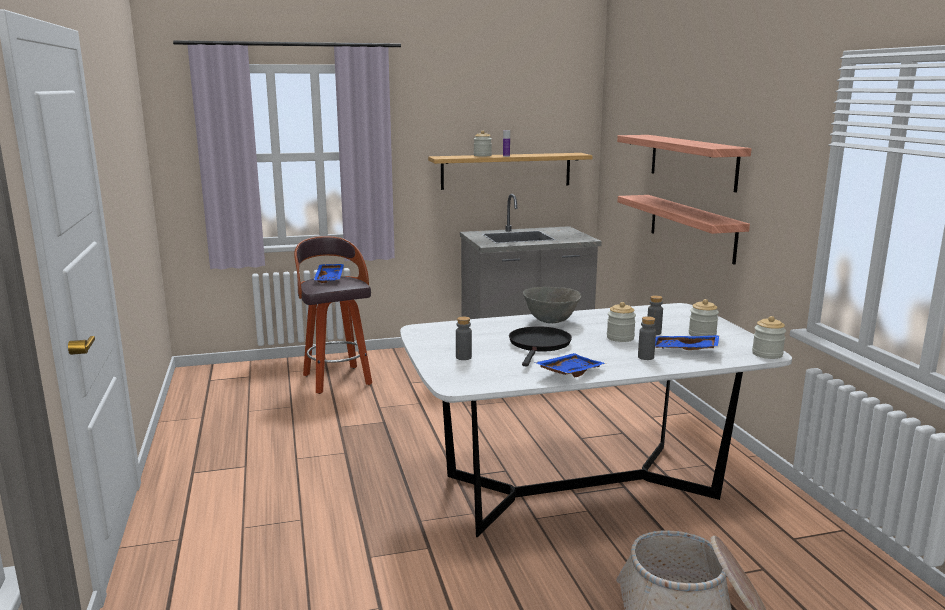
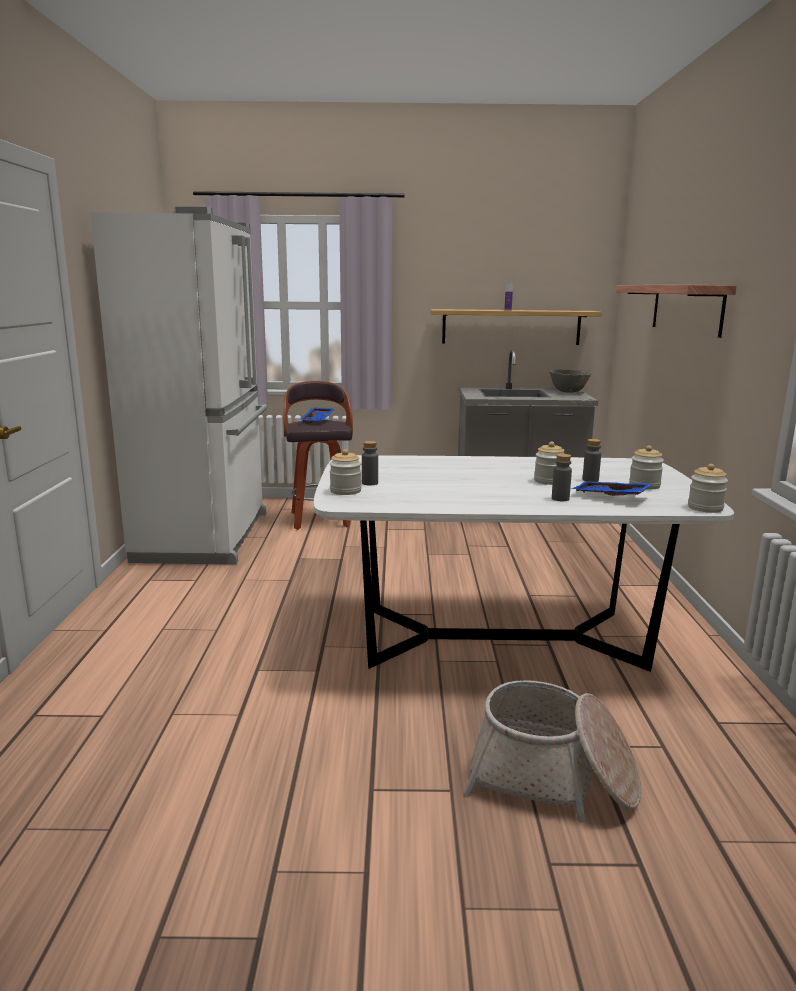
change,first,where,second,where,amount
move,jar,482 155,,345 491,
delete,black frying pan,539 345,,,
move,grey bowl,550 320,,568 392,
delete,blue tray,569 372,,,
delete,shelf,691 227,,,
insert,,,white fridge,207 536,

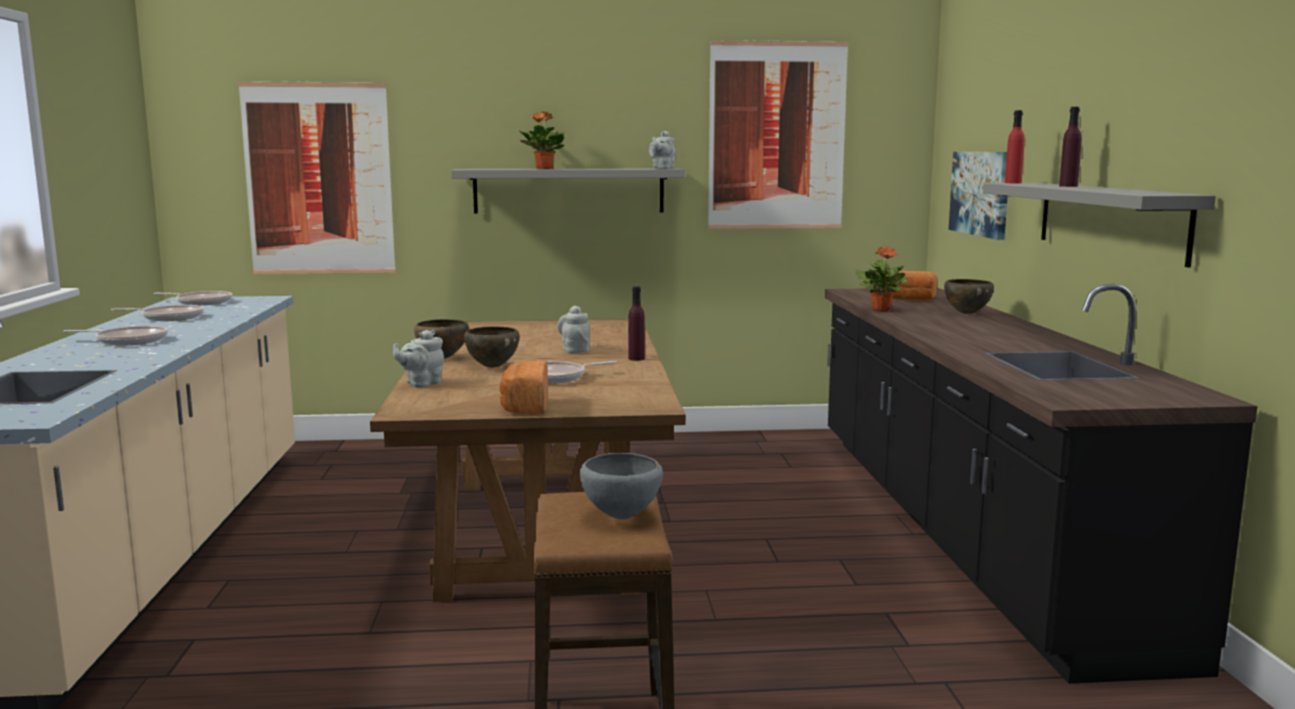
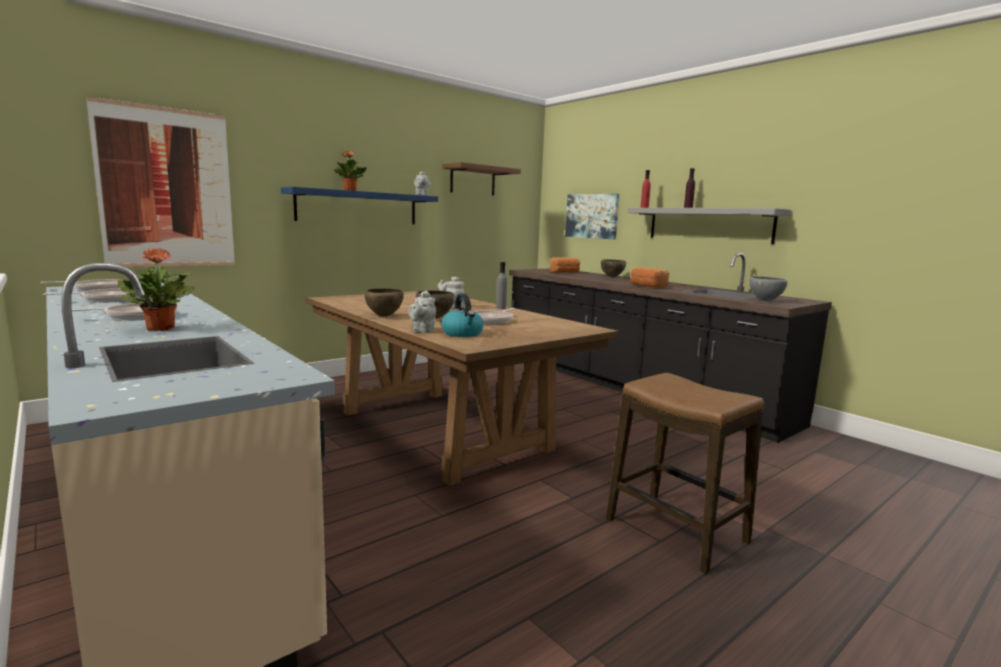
change,first,where,second,where,amount
recolor,grey shelf,569 190,blue shelf,358 207,
move,bread,524 406,,647 286,
move,grey bowl,622 517,,766 301,
recolor,purple bottle,636 359,grey bottle,501 308,
replace,picture,776 136,brown shelf,472 180,
move,potted plant,881 310,,161 328,
insert,,,kettle,462 334,

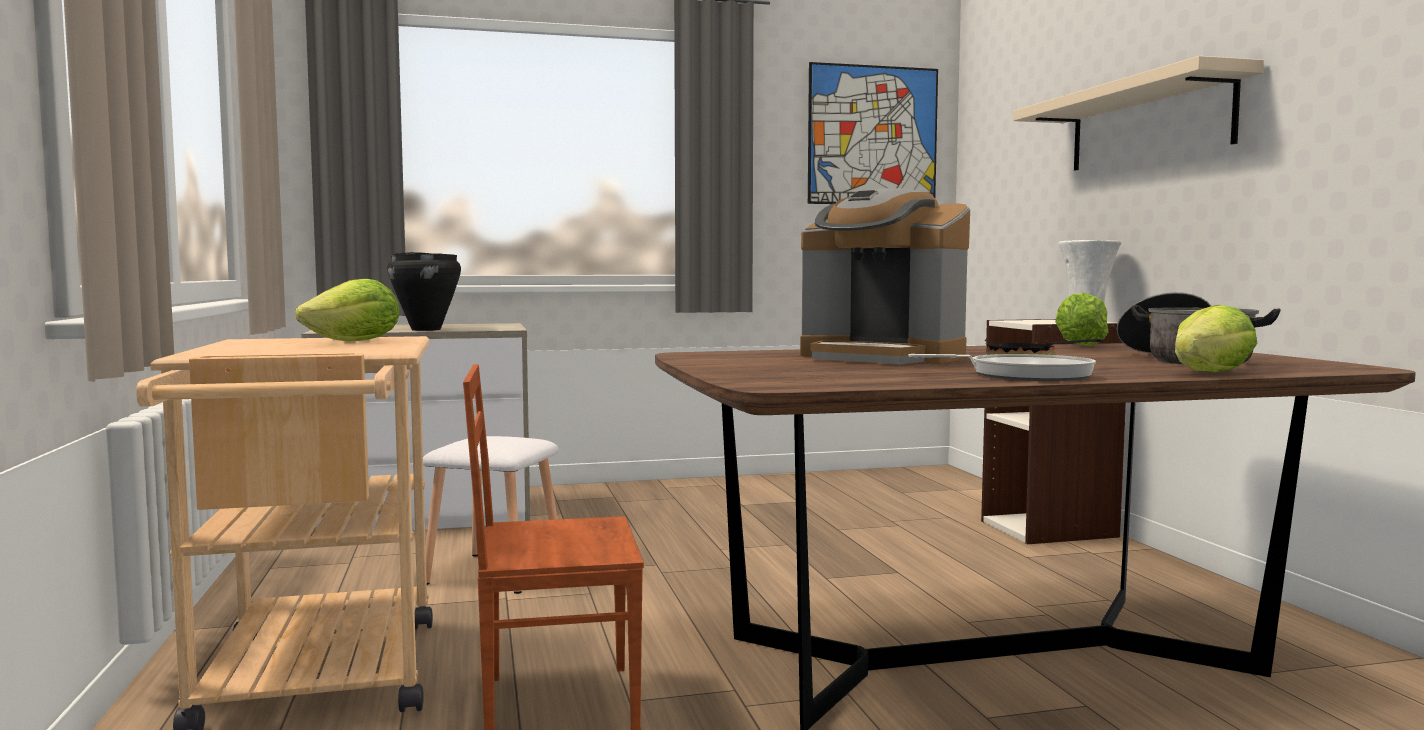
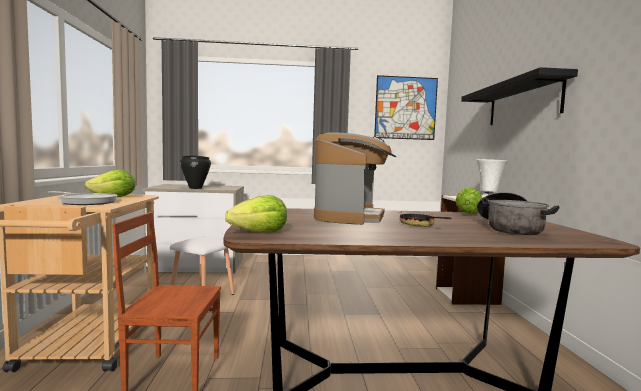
change,first,where,second,where,amount
rotate,coffee machine,882 357,,350 217,120 degrees counterclockwise
move,frying pan,1022 375,,86 202,
recolor,beige shelf,1148 124,black shelf,523 103,
move,lettuce,1210 373,,260 233,

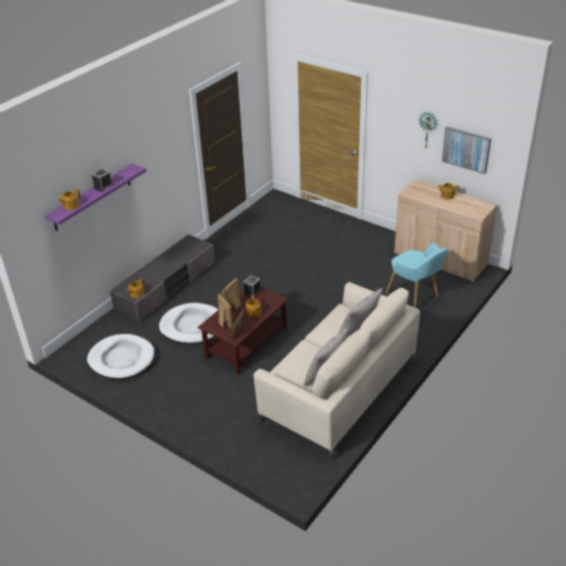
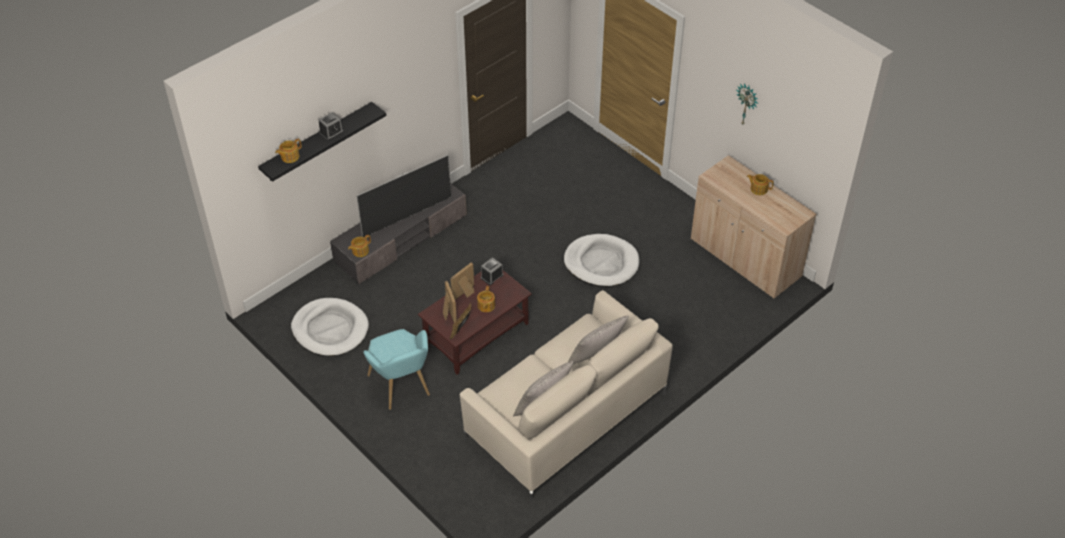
change,first,where,second,where,amount
recolor,purple shelf,92 197,black shelf,317 142,
move,white dog bed,192 326,,601 263,
move,turquoise armchair,415 296,,401 388,
delete,picture,466 149,,,
insert,,,television,406 217,

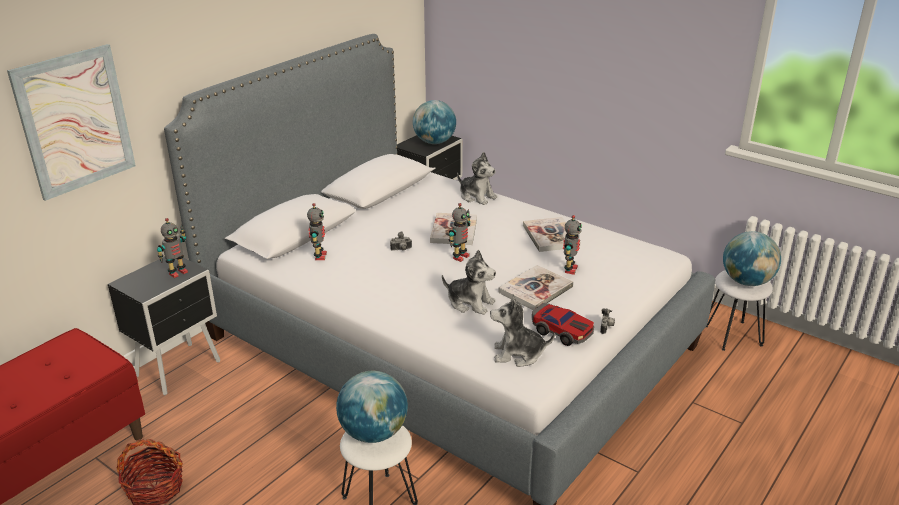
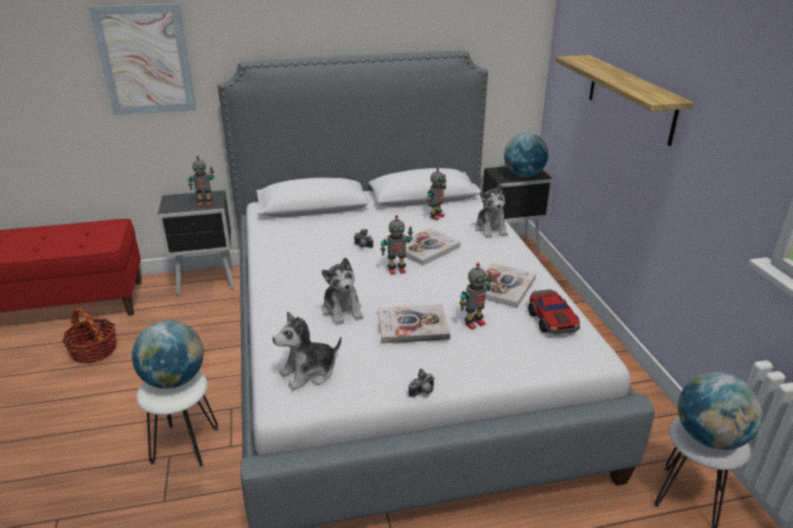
change,first,where,second,where,amount
move,toy robot,319 256,,436 216,
rotate,plush toy,518 354,,309 372,75 degrees counterclockwise
move,toy car,562 331,,552 320,
insert,,,shelf,630 98,

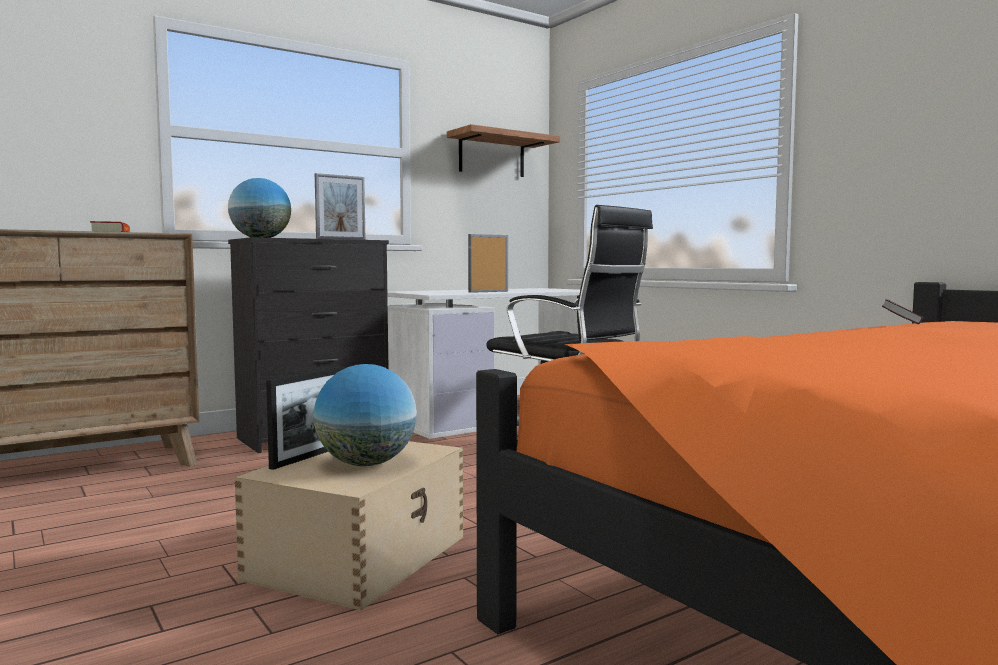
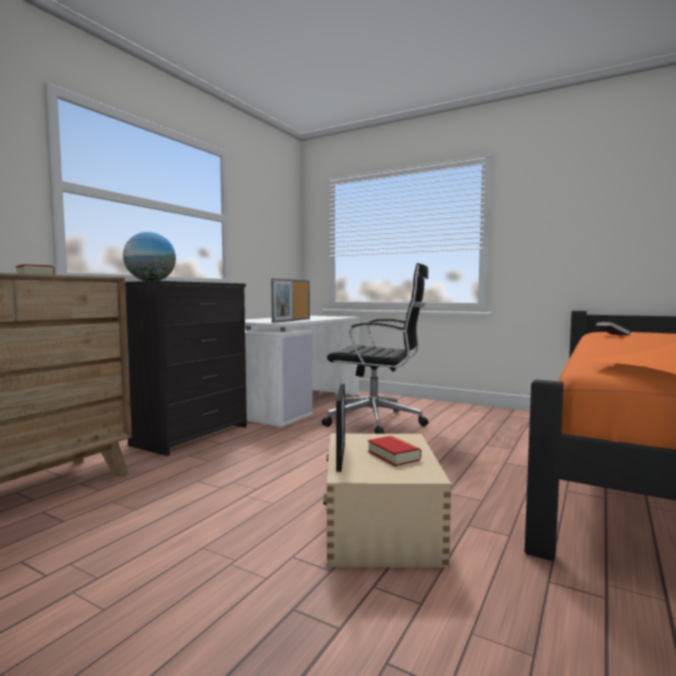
change,first,where,second,where,amount
replace,globe,366 464,book,393 456,
move,picture frame,341 239,,283 321,
delete,shelf,491 155,,,

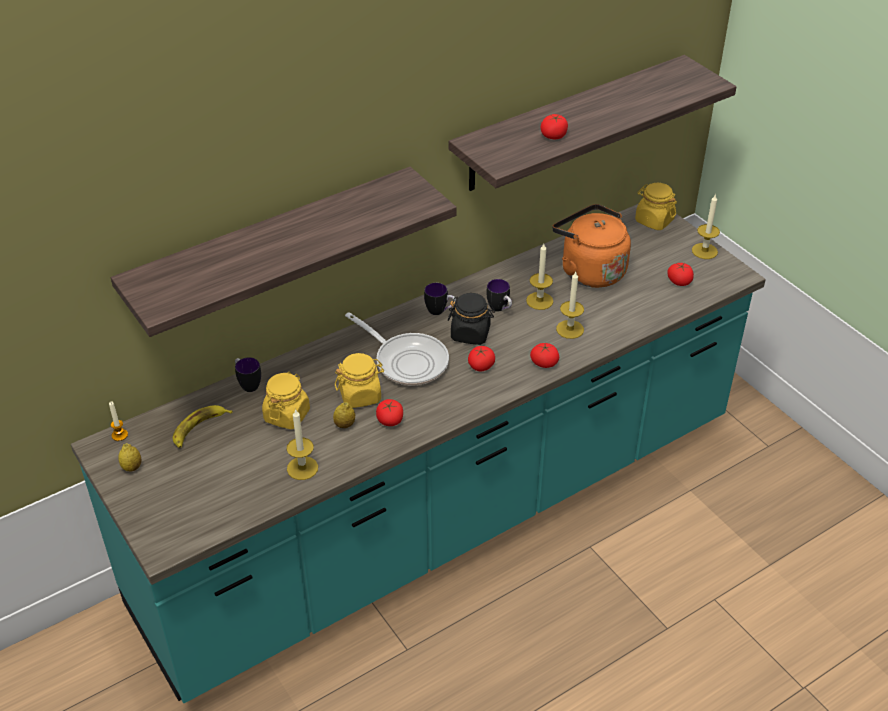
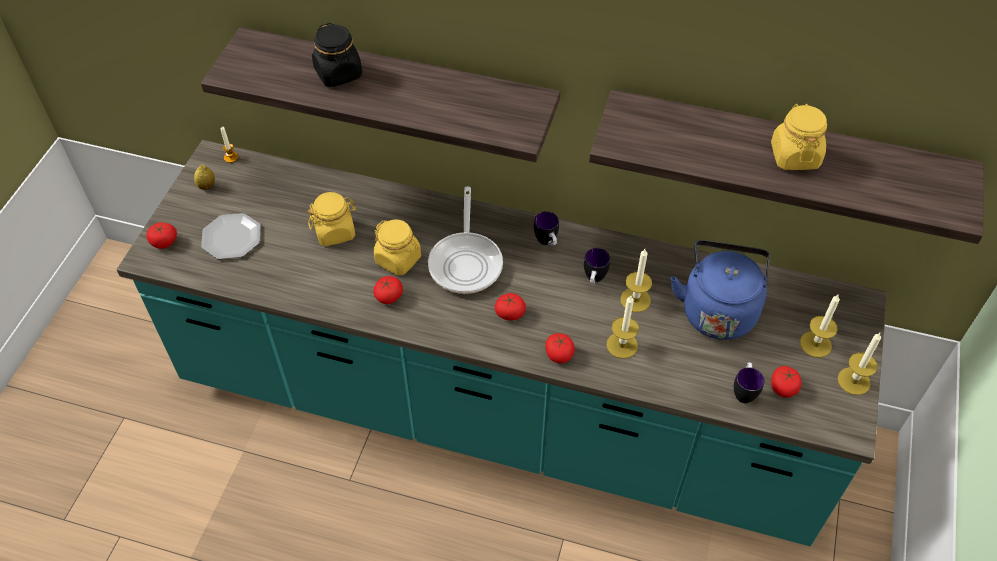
change,first,where,second,where,amount
delete,banana,199 429,,,
move,mug,247 384,,744 391,
move,candle,302 468,,815 344,
delete,lemon,344 425,,,
move,black jar,470 333,,338 73,
move,tomato,553 135,,164 242,
recolor,orange kettle,589 270,blue kettle,718 309,
move,yellow jar,654 220,,794 156,
insert,,,plate,231 237,

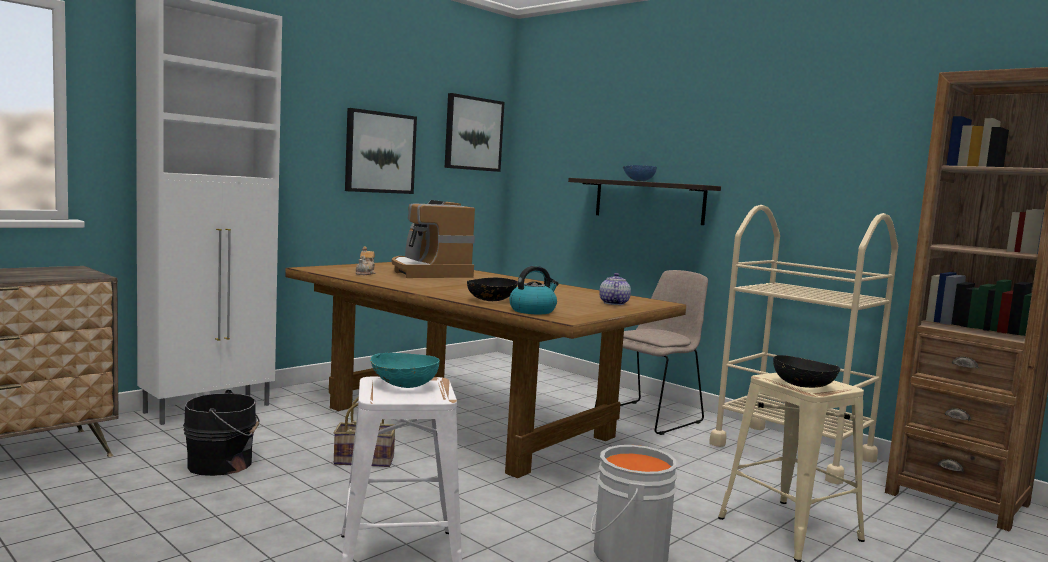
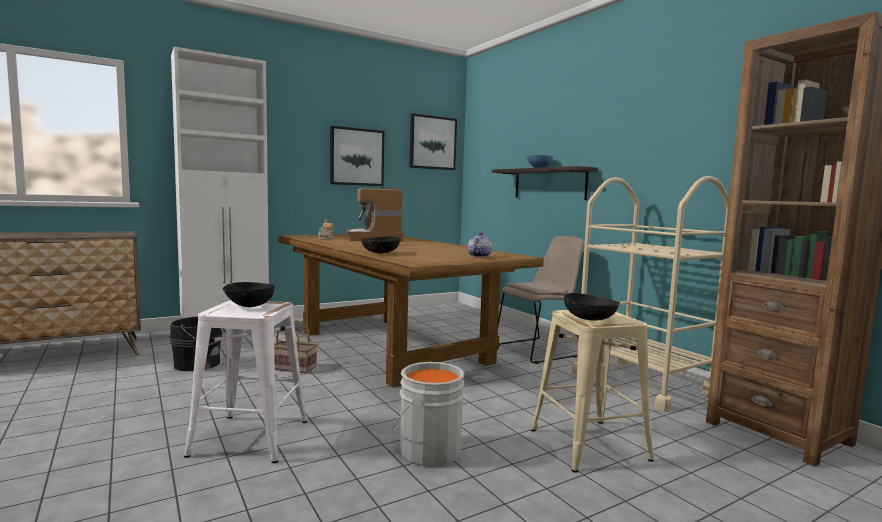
change,first,where,second,where,amount
recolor,turquoise bowl,403 386,black bowl,248 306,
delete,kettle,533 311,,,

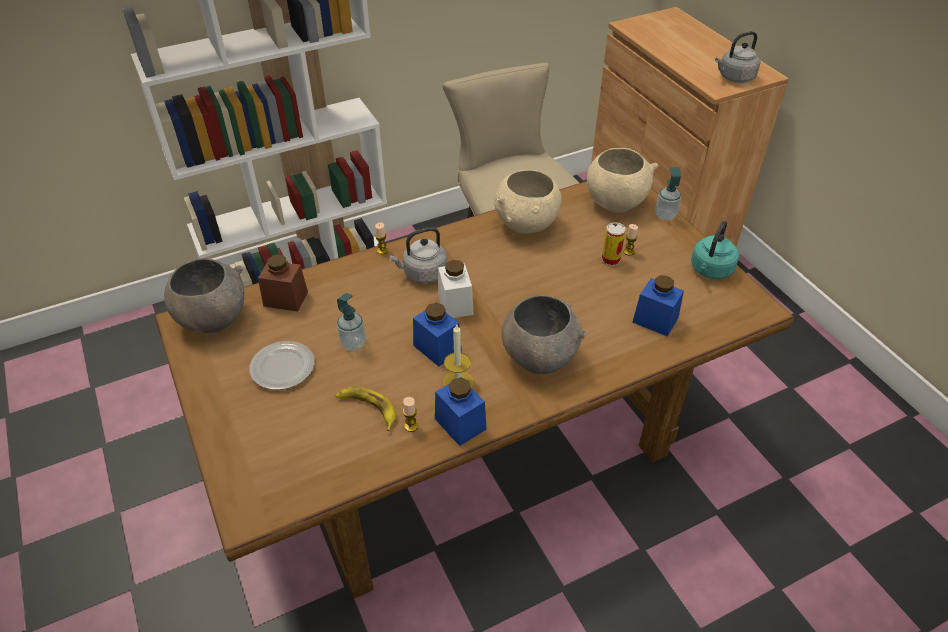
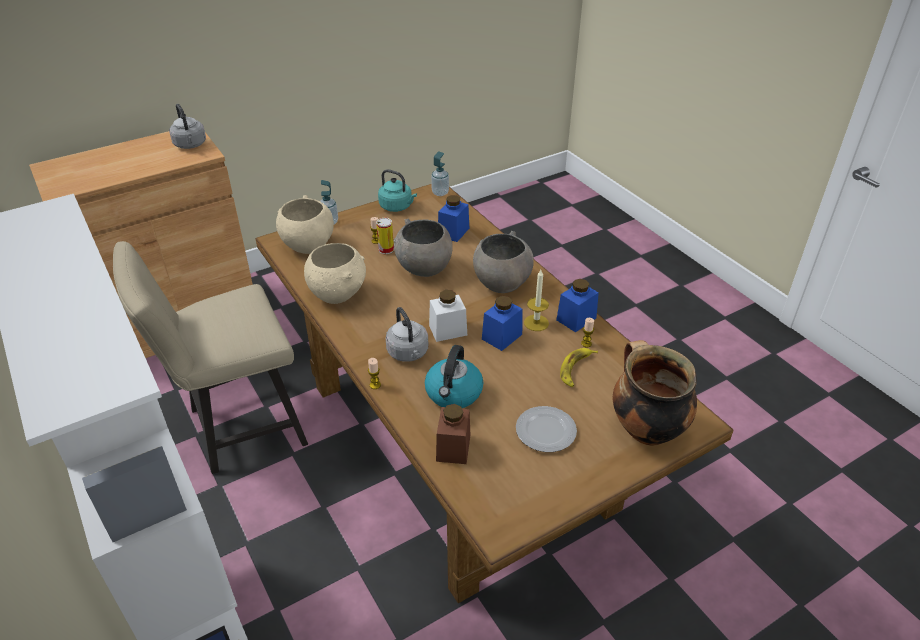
change,first,where,second,where,amount
move,grey bowl,213 319,,424 268,
move,soap dispenser,353 343,,440 193,
insert,,,kettle,454 393,
insert,,,cooking pot,645 429,

